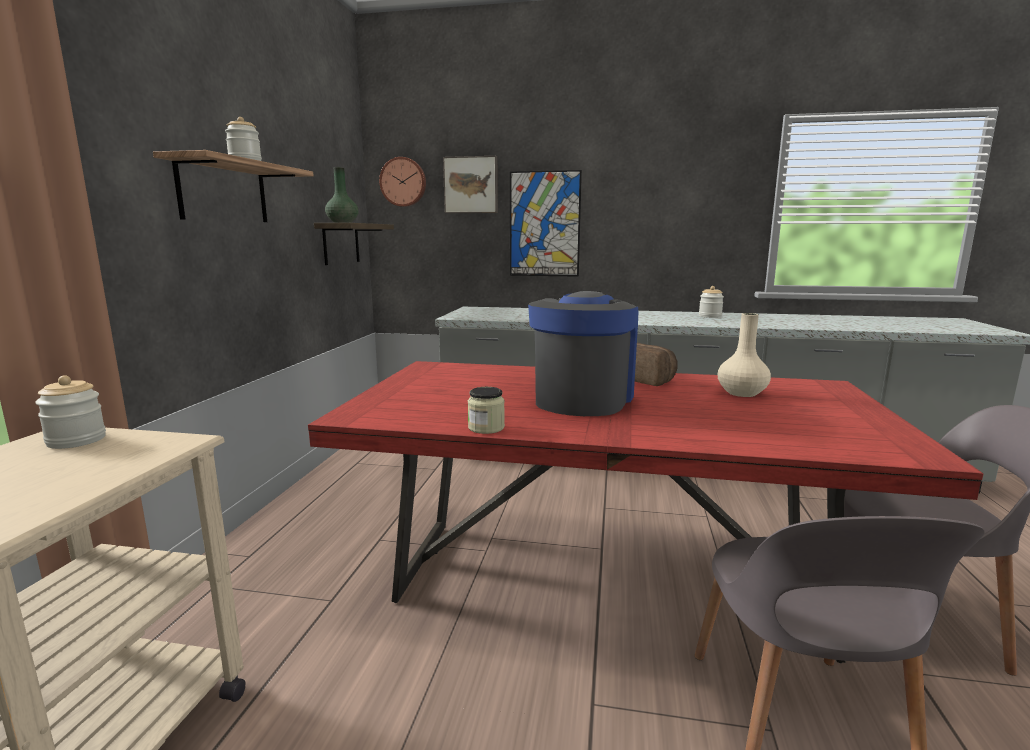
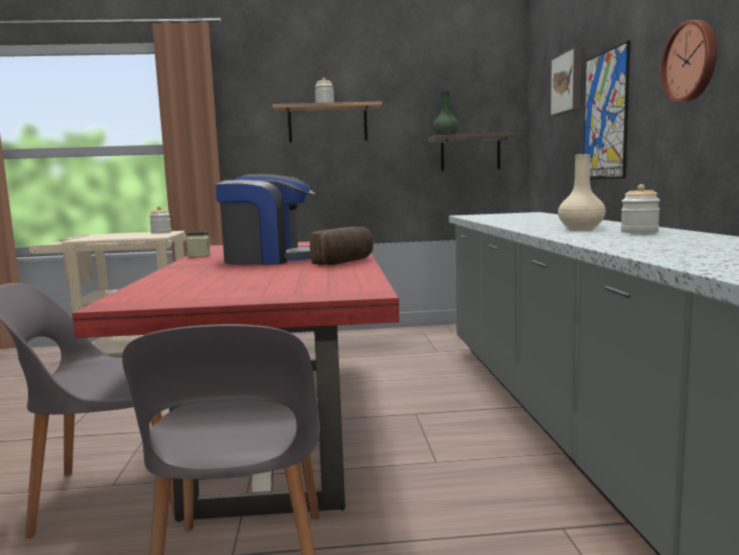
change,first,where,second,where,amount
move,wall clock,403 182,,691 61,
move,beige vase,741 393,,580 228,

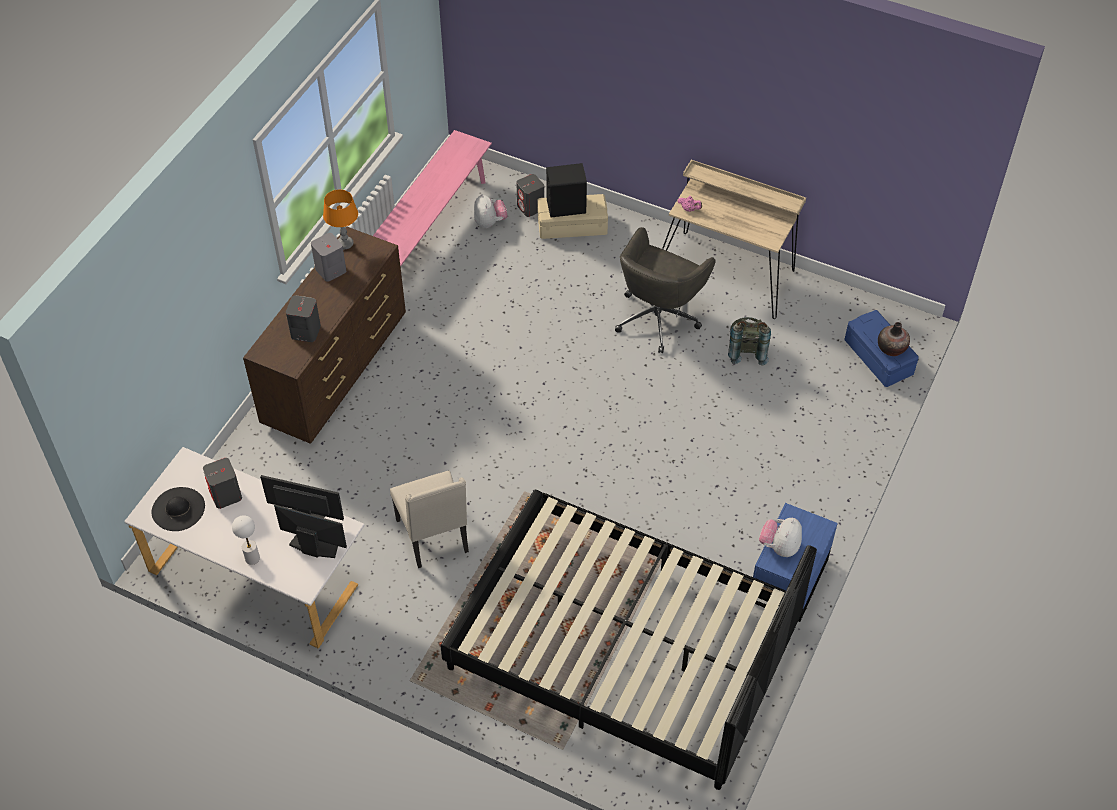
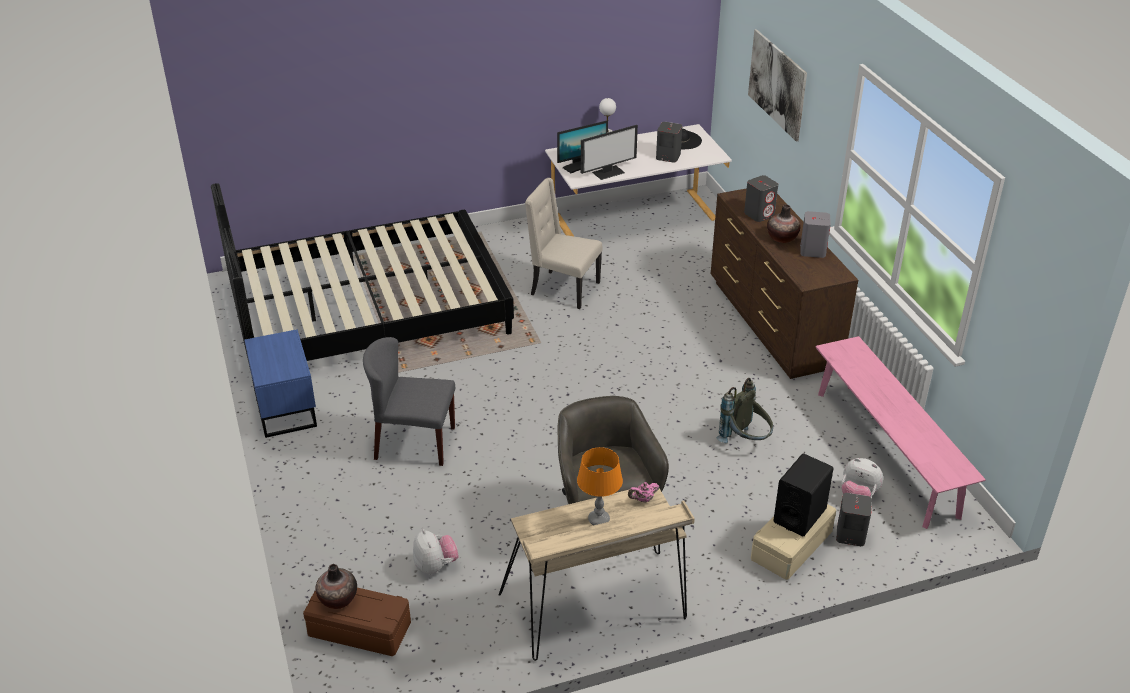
change,first,where,second,where,amount
move,orange table lamp,345 244,,598 519,
move,grey backpack,746 350,,745 442,
move,plush toy,779 546,,435 566,
recolor,blue storage box,879 357,brown storage box,358 630,
insert,,,grey chair,414 443,
insert,,,picture,777 84,
insert,,,vase,782 238,

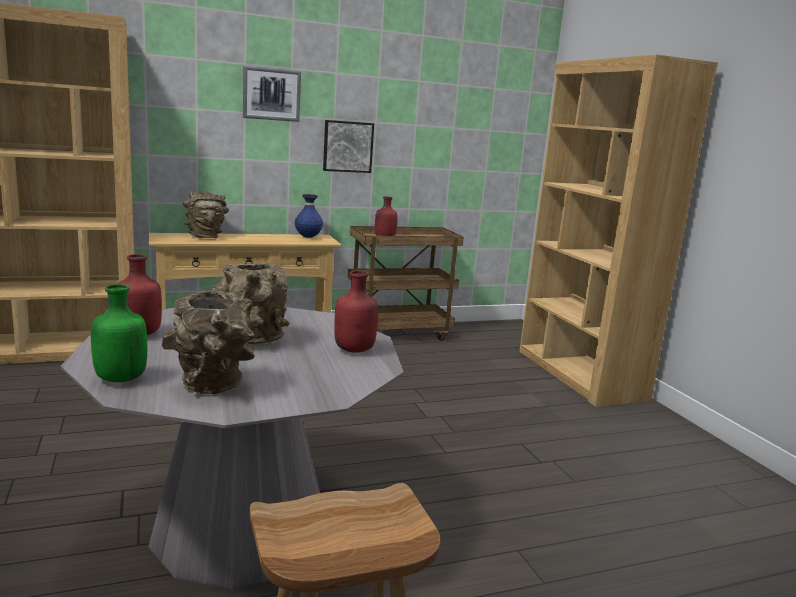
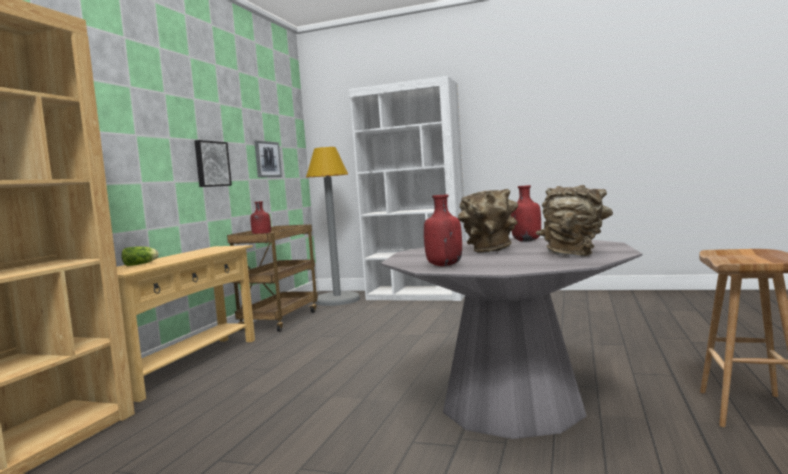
change,first,where,second,where,amount
delete,green bottle,119 378,,,
replace,brown vase,206 236,lettuce,141 264,
move,picture,271 94,,267 159,
delete,blue vase,308 237,,,
recolor,brown bookcase,579 374,white bookcase,418 296,
insert,,,grey floor lamp,337 300,

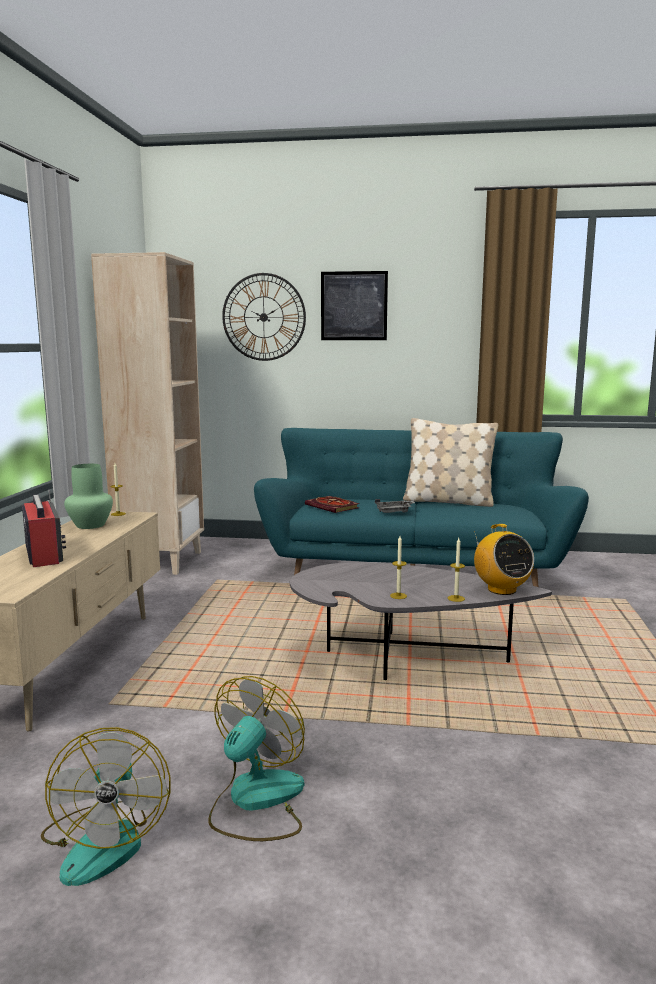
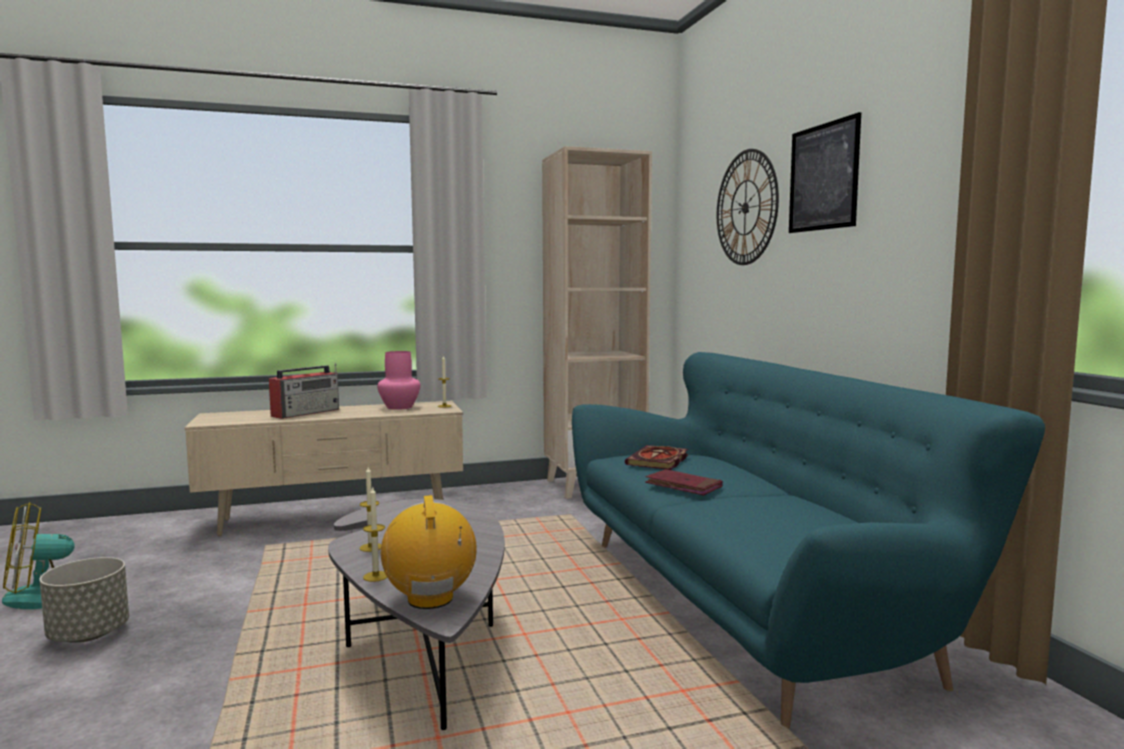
change,first,where,second,where,amount
recolor,green vase,90 525,pink vase,400 407,
replace,fan,256 801,grey planter,89 634,
replace,grey tray,394 511,red book,683 486,
delete,beige pillow,448 501,,,
rotate,radio,501 589,,430 599,120 degrees clockwise

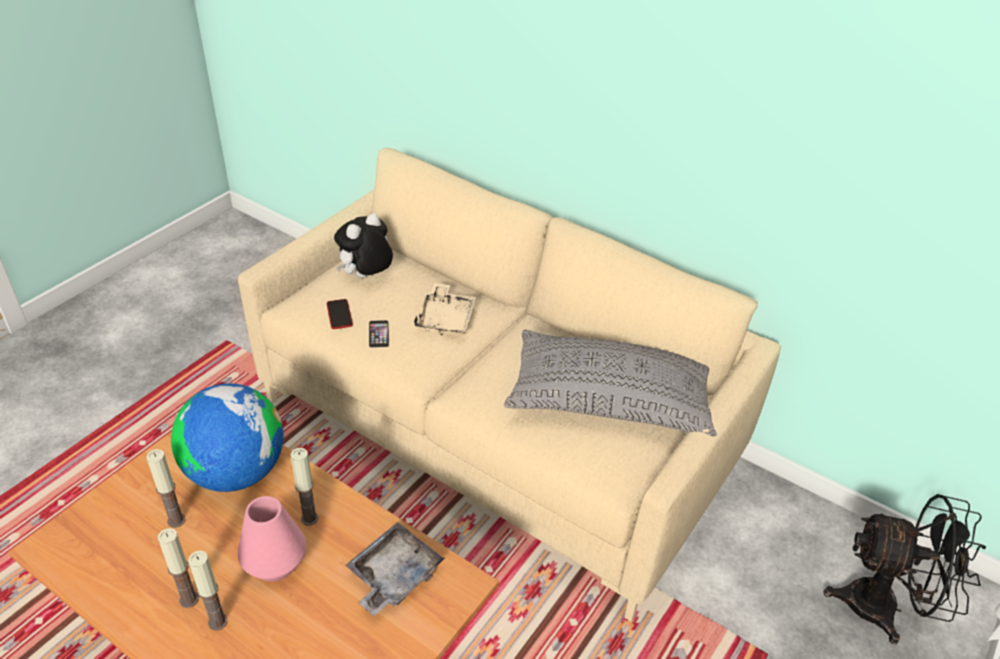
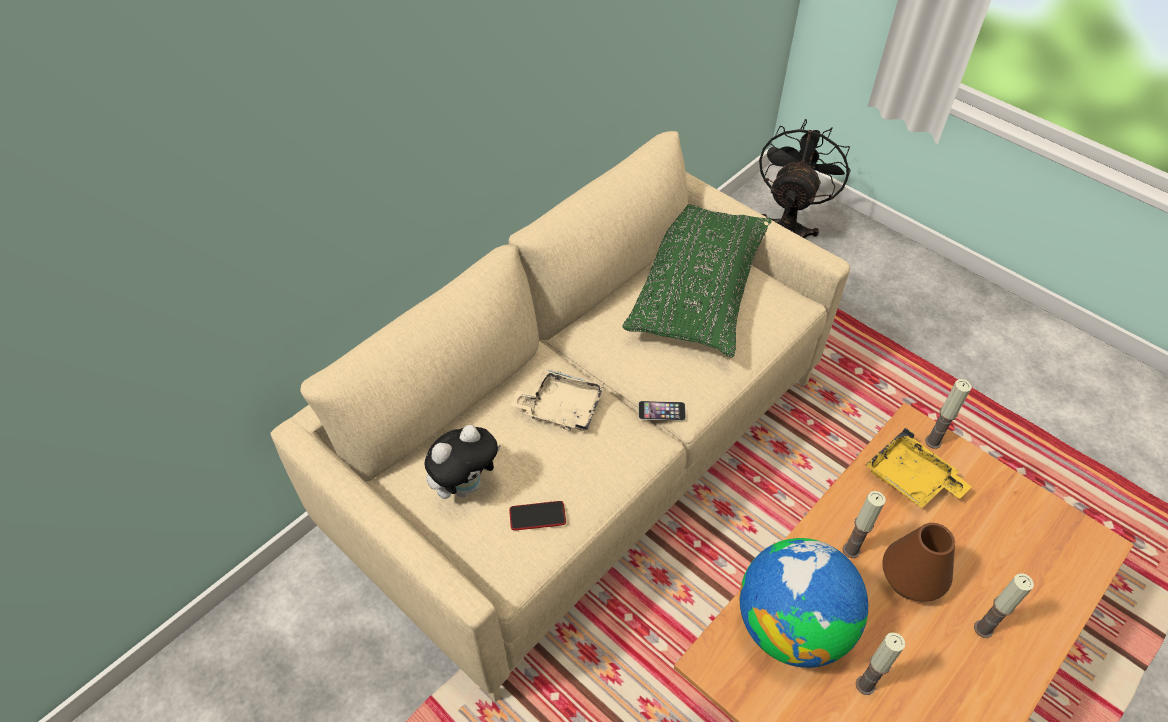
change,first,where,second,where,amount
move,candle,189 599,,933 442,
recolor,pink vase,275 564,brown vase,910 580,
rotate,plush toy,366 277,,466 485,90 degrees counterclockwise
recolor,grey tray,393 576,yellow tray,911 479,
move,phone,378 334,,661 411,
recolor,grey pillow,610 400,green pillow,698 289,

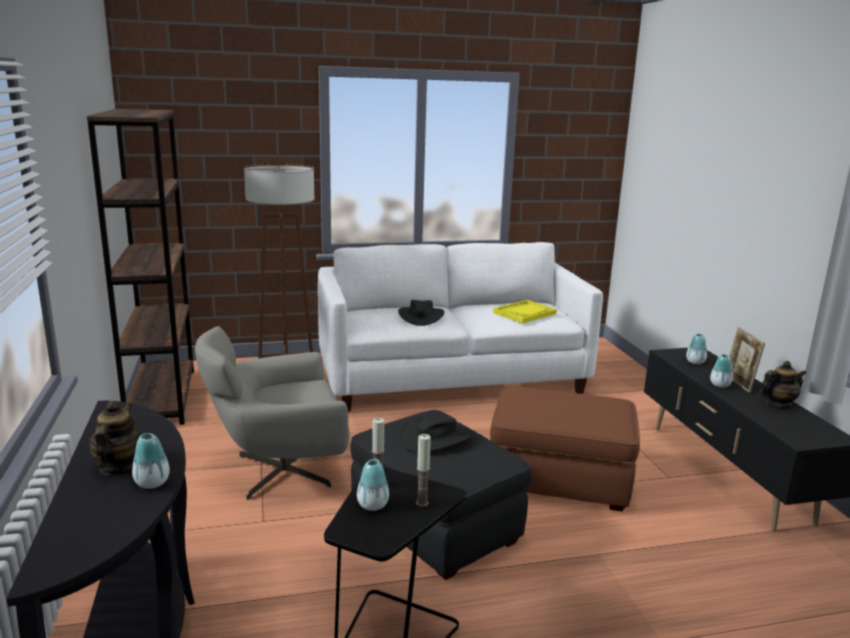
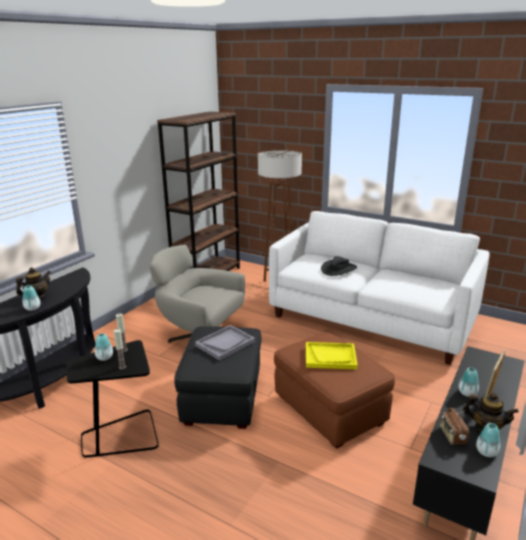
change,first,where,second,where,amount
replace,black hat,435 437,grey tray,225 343,
move,yellow tray,524 313,,330 357,
move,vase,695 362,,486 452,
insert,,,radio,452 436,

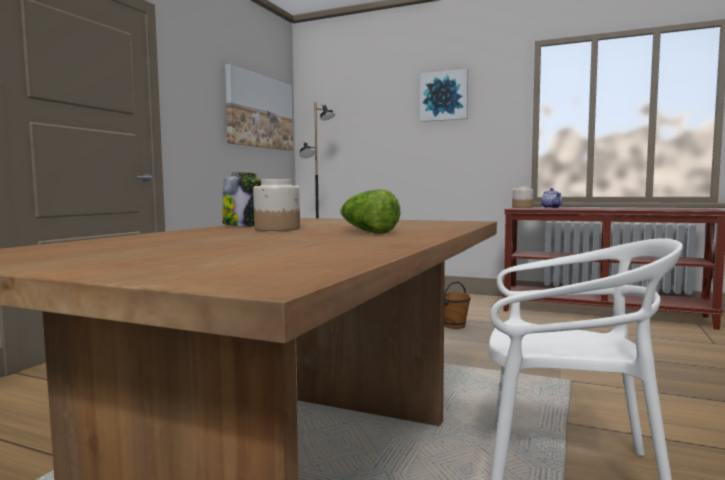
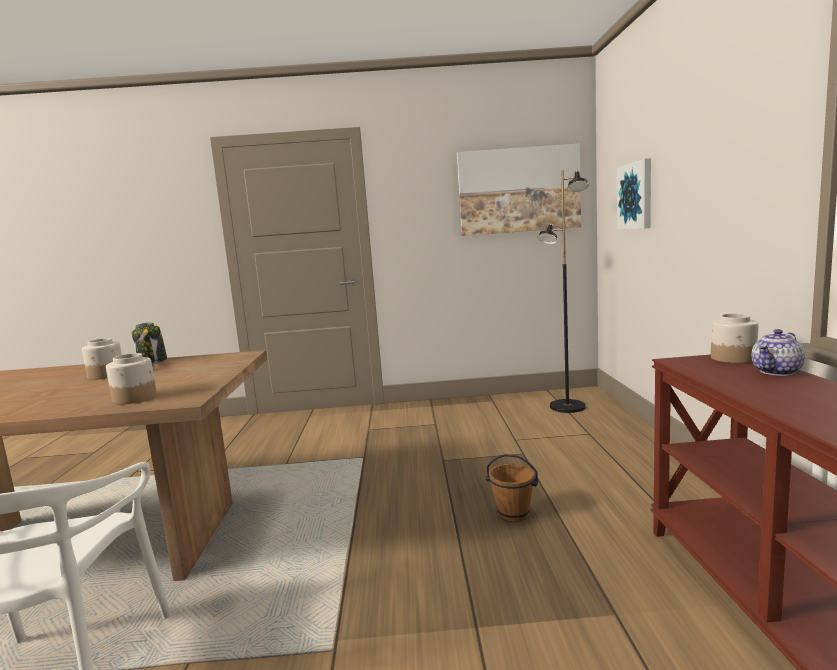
change,first,where,second,where,amount
delete,lettuce,367 232,,,
move,picture,444 96,,635 196,
insert,,,jar,135 398,

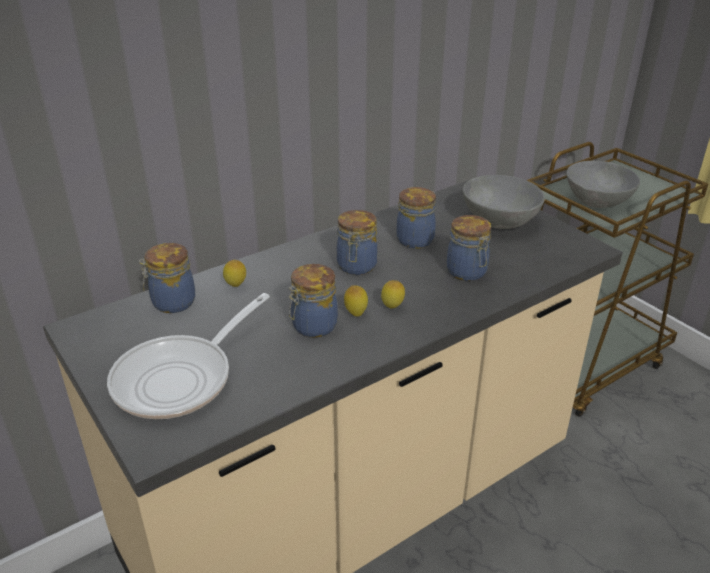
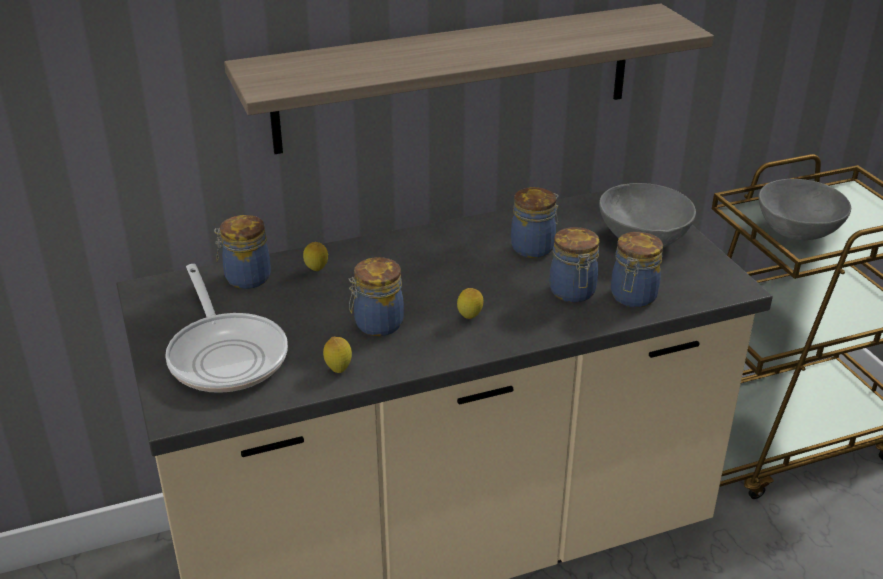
change,first,where,second,where,amount
rotate,frying pan,181 378,,226 354,75 degrees counterclockwise
move,jar,356 267,,632 297,
move,lemon,355 314,,338 369,
insert,,,shelf,456 78,

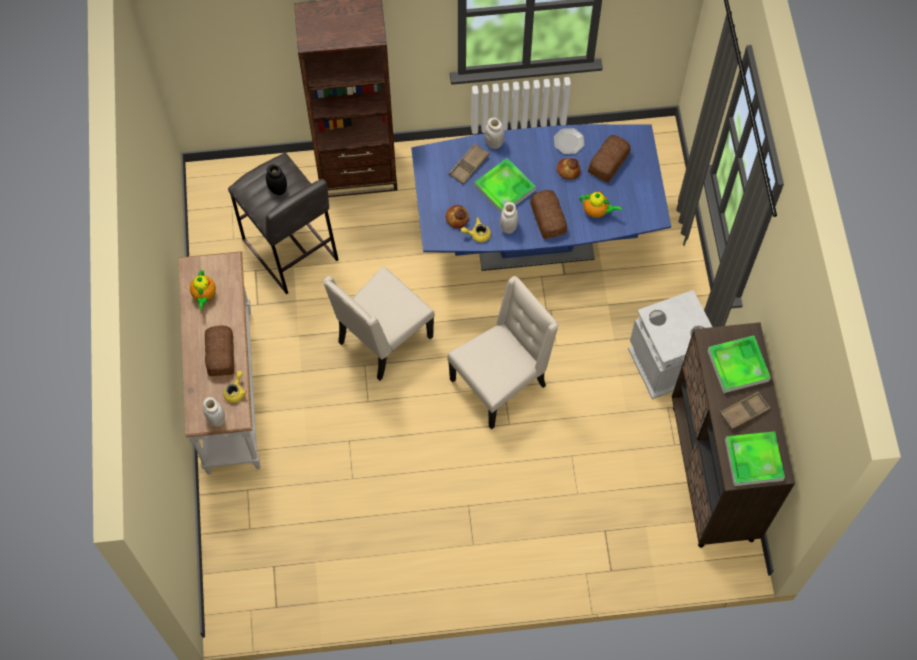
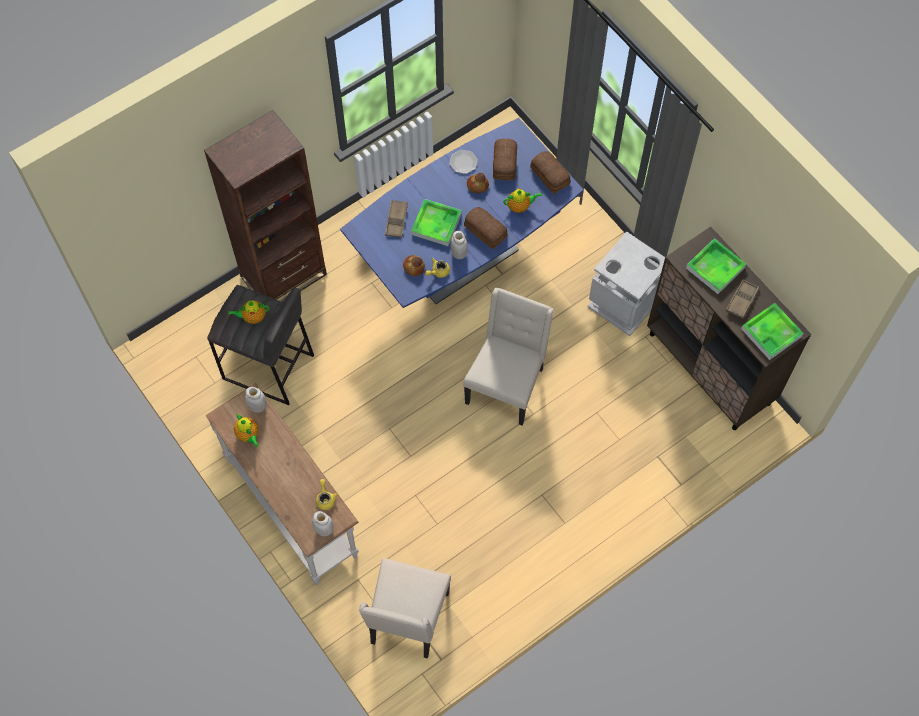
change,first,where,second,where,amount
move,bread,220 355,,550 176,
replace,black jar,278 189,teapot,252 317,
move,beige chair,383 340,,408 620,
move,white jar,494 143,,257 406,

